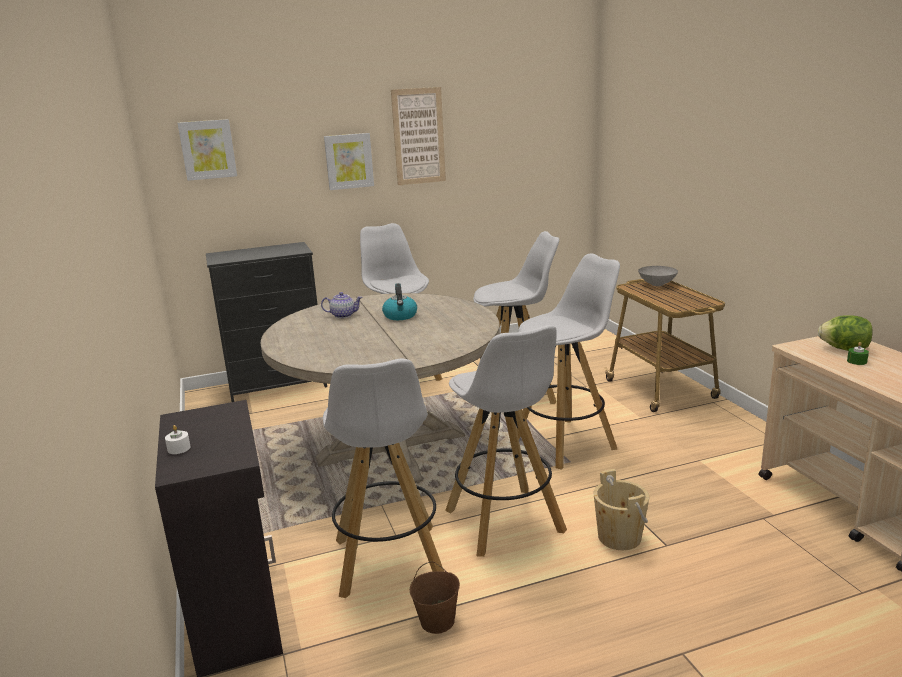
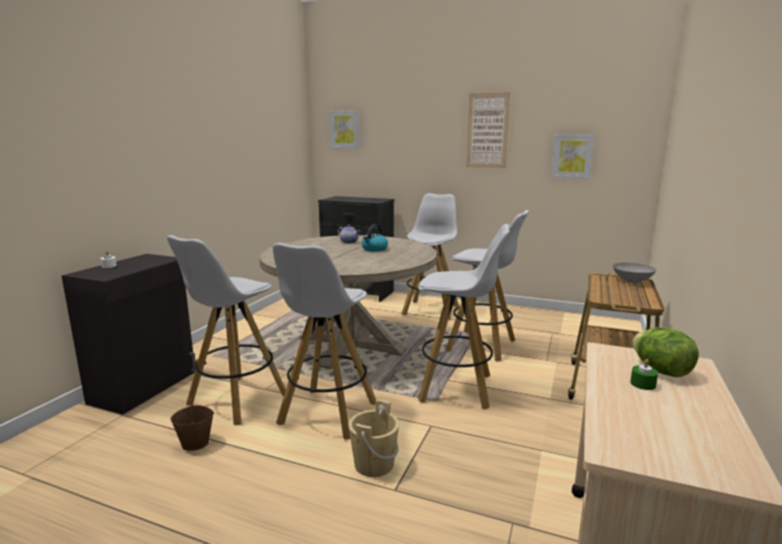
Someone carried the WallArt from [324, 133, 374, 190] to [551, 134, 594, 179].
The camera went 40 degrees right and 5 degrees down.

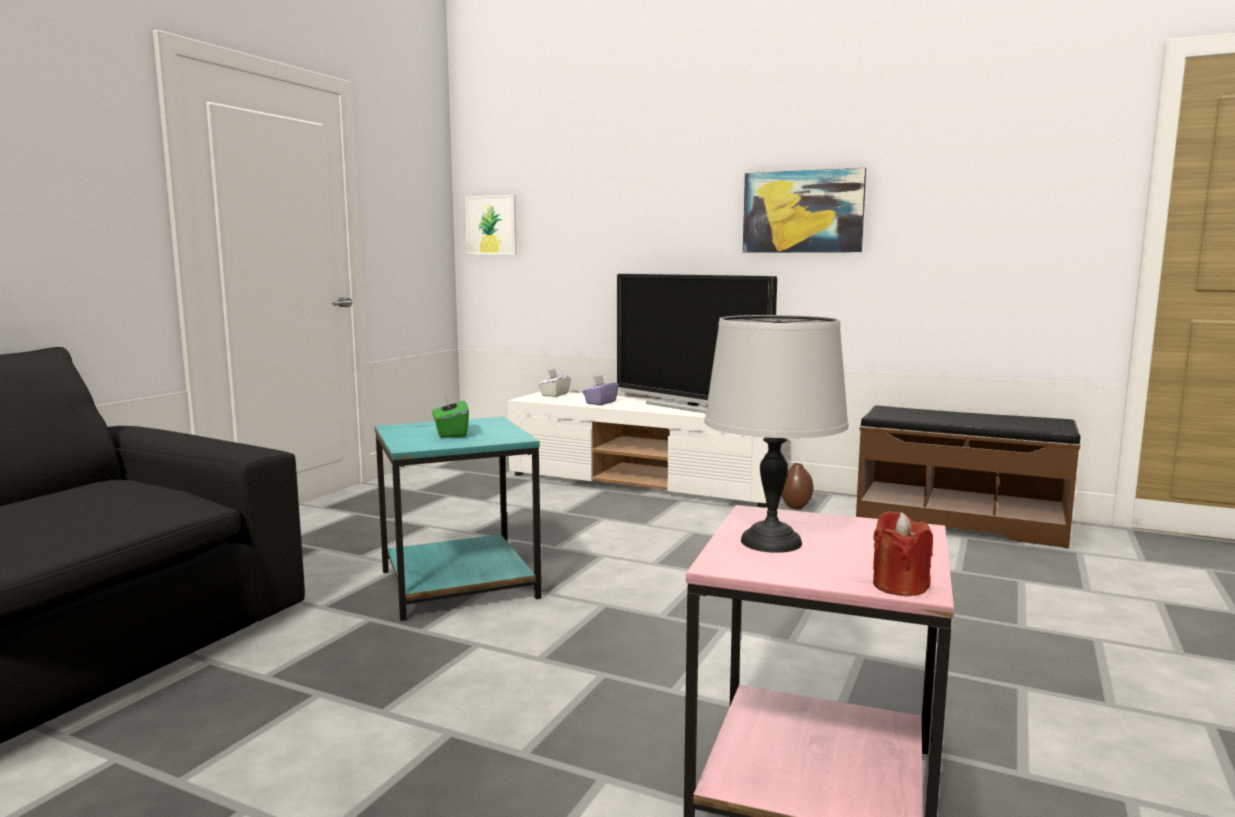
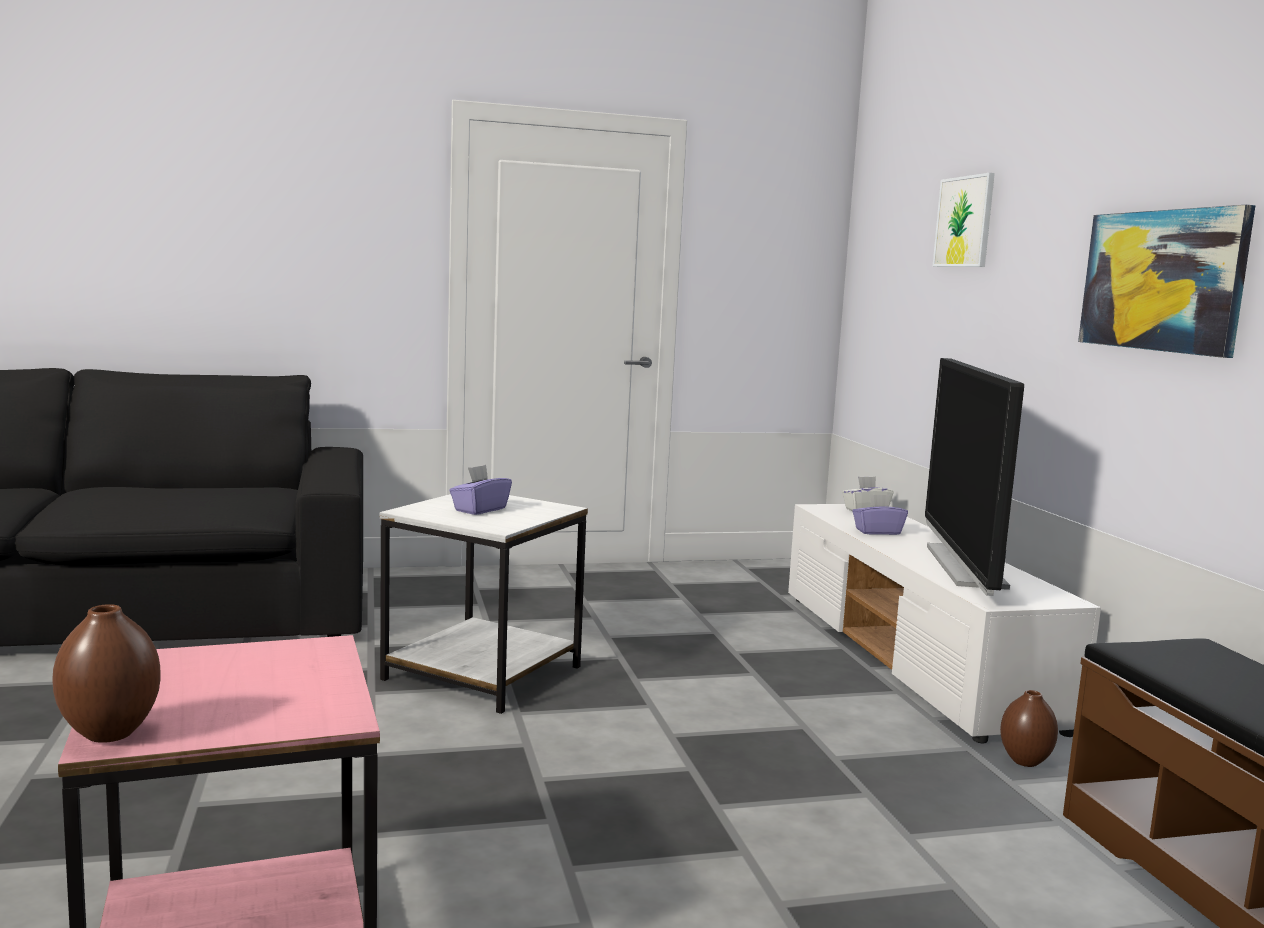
Someone carried the WallArt from [465, 195, 517, 255] to [932, 173, 995, 267].
Someone took away the GrayTableLamp at [704, 315, 849, 553].
Someone repainted the GreenishTissueHolder at [432, 393, 469, 438], which became the PurpleTissueHolder at [449, 465, 512, 515].
Someone repainted the BlueGreenSideTable at [375, 417, 541, 621], which became the WhitishSideTable at [380, 494, 588, 714].
Someone swapped the RedColouredWaxCandle at [873, 511, 933, 596] for the BrownColouredDecorativeVase at [52, 604, 161, 743].
The camera went 50 degrees right and 0 degrees up.

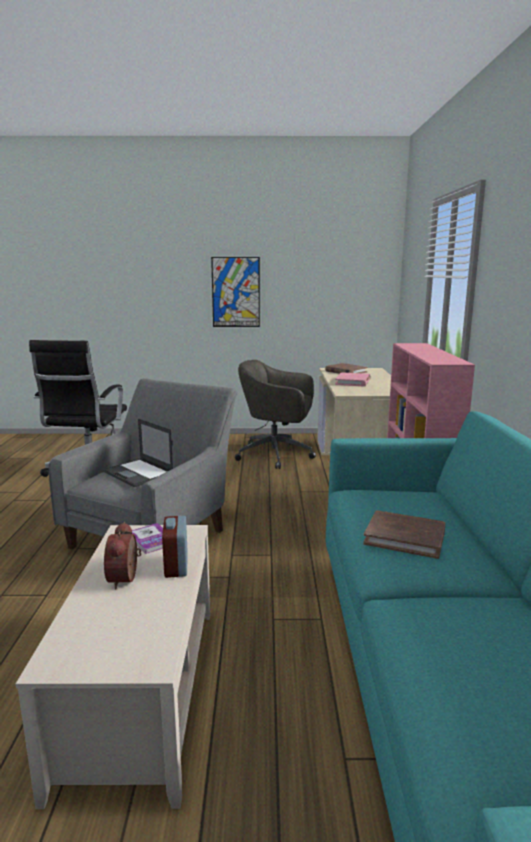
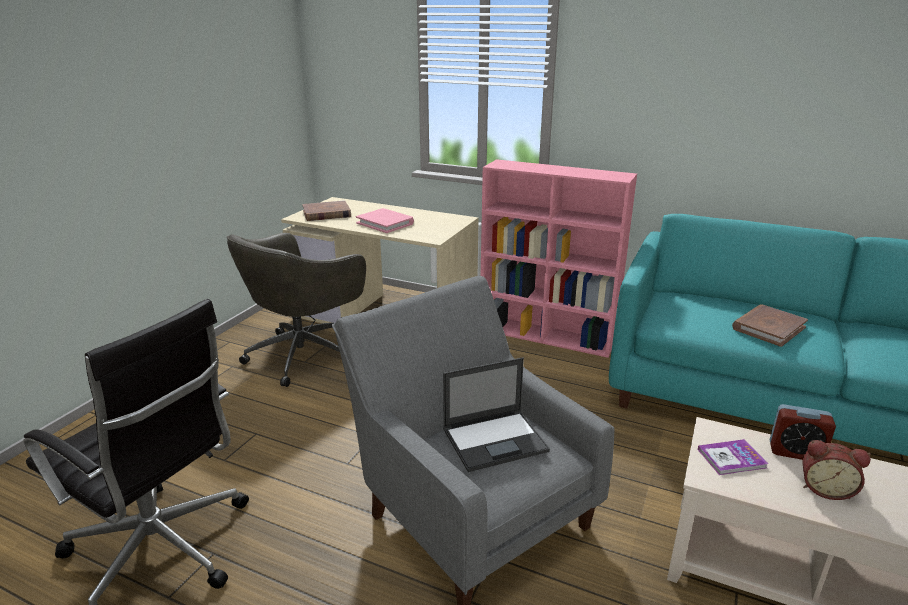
Someone took away the WallArt at [211, 257, 260, 327].
The camera went 65 degrees left and 10 degrees up.

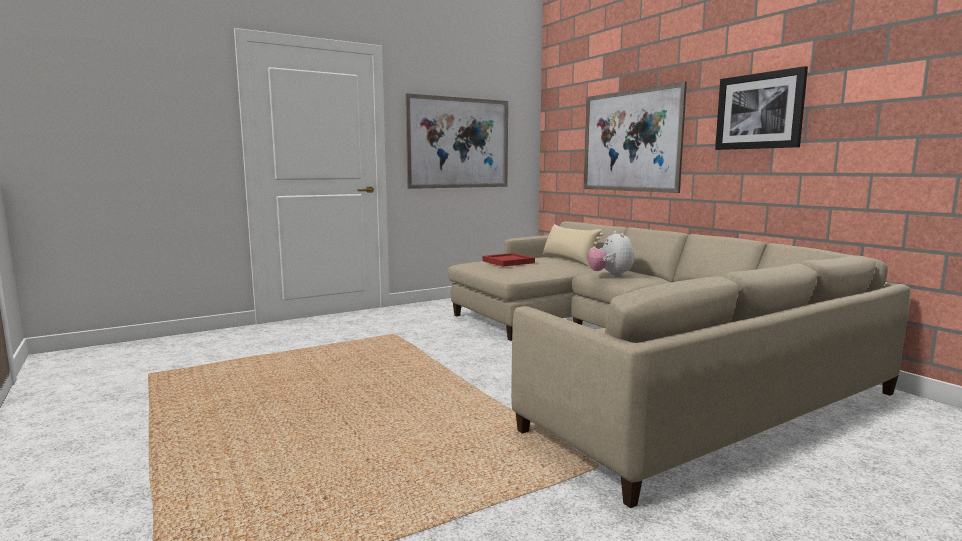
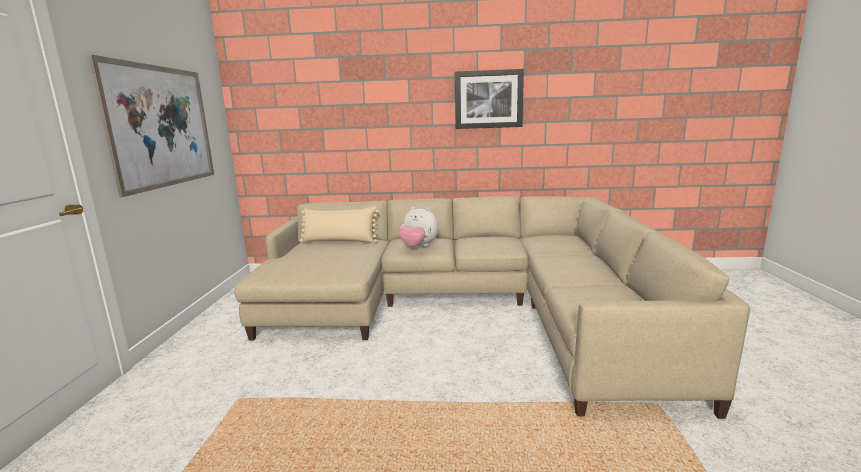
Someone took away the WallArt at [584, 82, 687, 193].
Someone took away the RedColouredTray at [482, 253, 535, 267].
The camera went 55 degrees left and 5 degrees up.

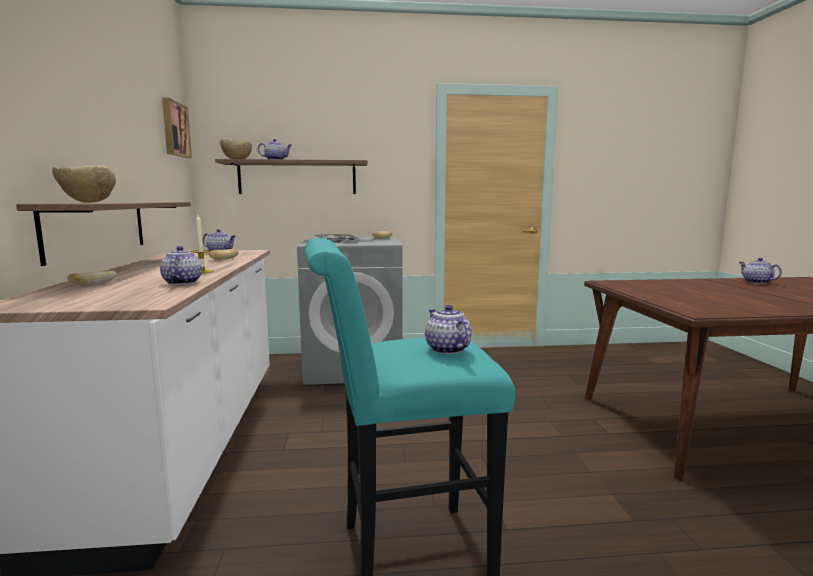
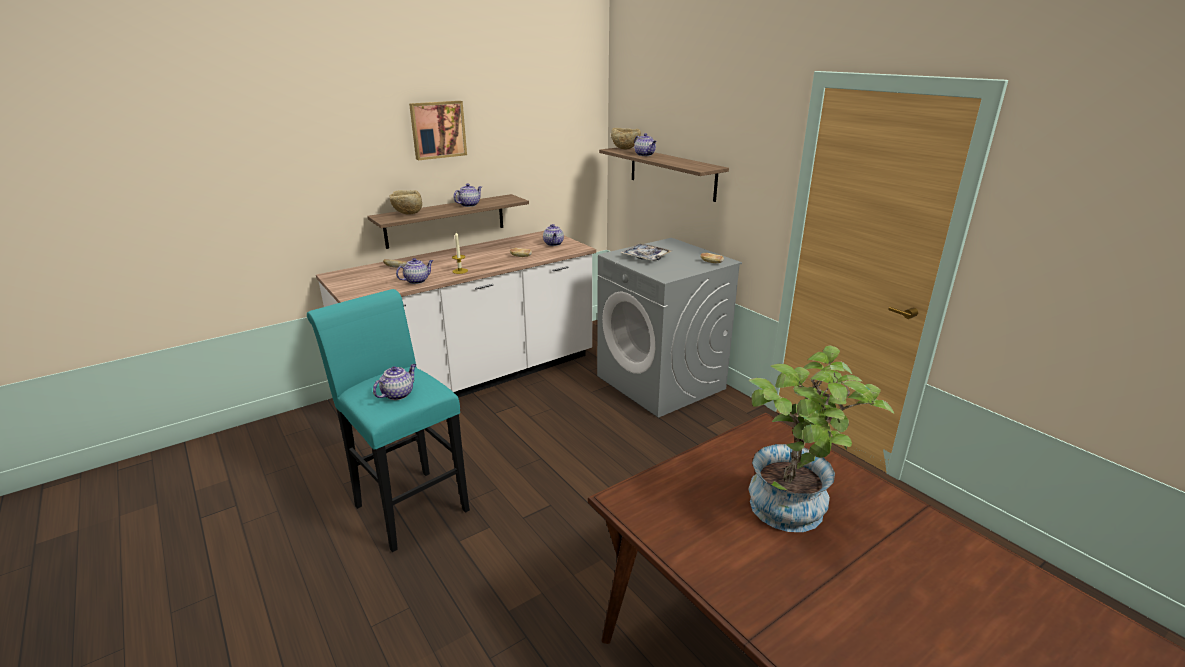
Someone carried the WallArt from [162, 97, 192, 158] to [409, 101, 467, 160].
Someone carried the Teapot from [739, 258, 782, 284] to [454, 184, 482, 207].
Someone put down the Houseplant at [749, 345, 894, 532].
The camera went 60 degrees right and 15 degrees up.

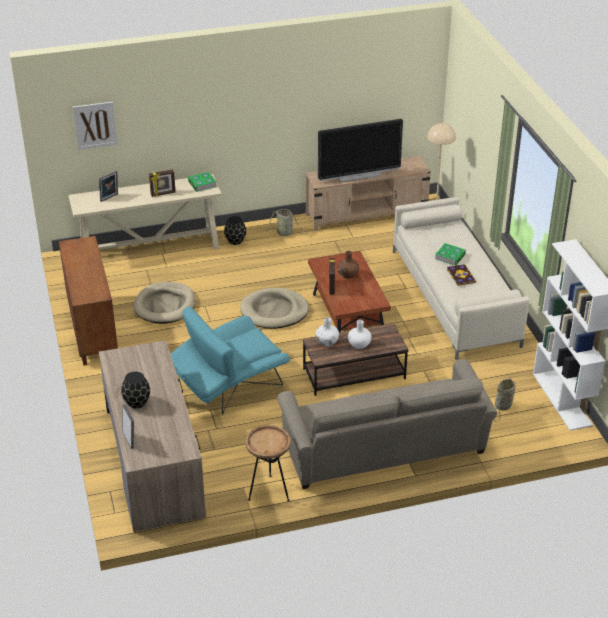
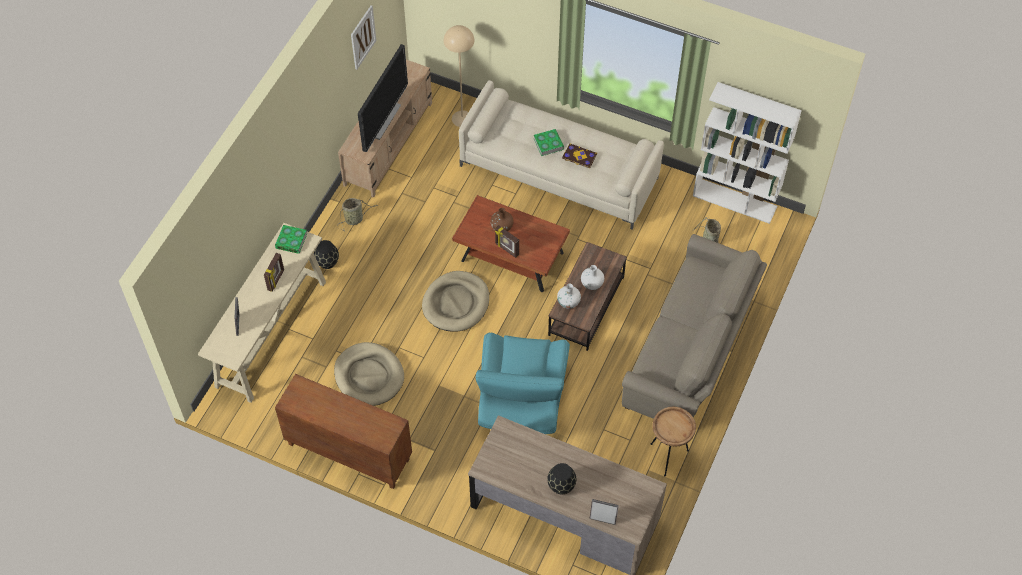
Someone carried the WallArt from [73, 102, 117, 150] to [351, 5, 376, 70].
The camera went 50 degrees left and 20 degrees up.

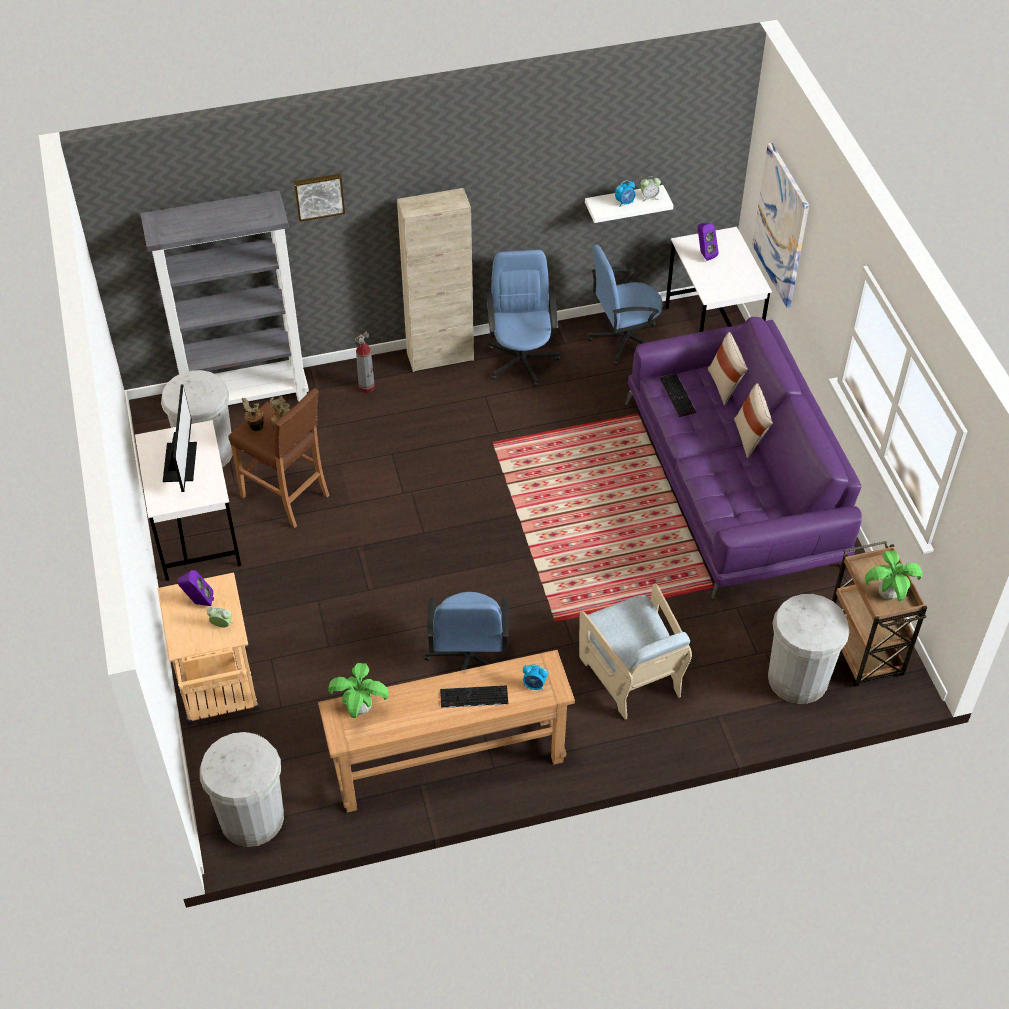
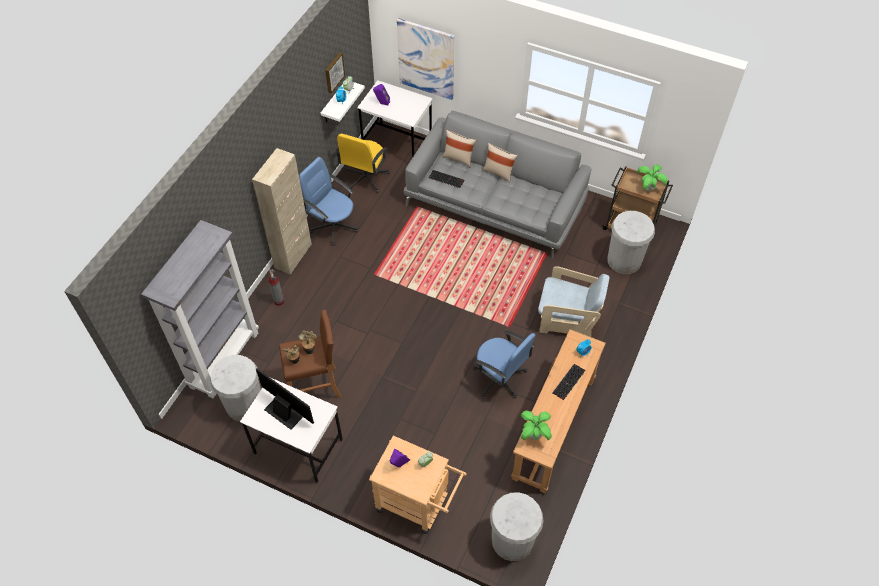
Someone carried the WallArt from [294, 174, 345, 222] to [325, 52, 345, 93].
Someone repainted the BlueColouredDeskChair at [587, 244, 663, 366], which became the YellowishDeskChair at [336, 134, 390, 193].
Someone repainted the PurpleSettee at [625, 317, 862, 599], which became the GraySettee at [404, 111, 592, 258].
The camera went 50 degrees left and 5 degrees up.

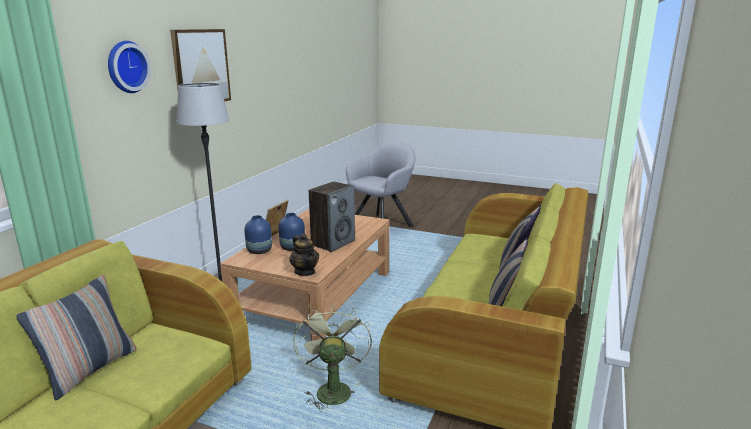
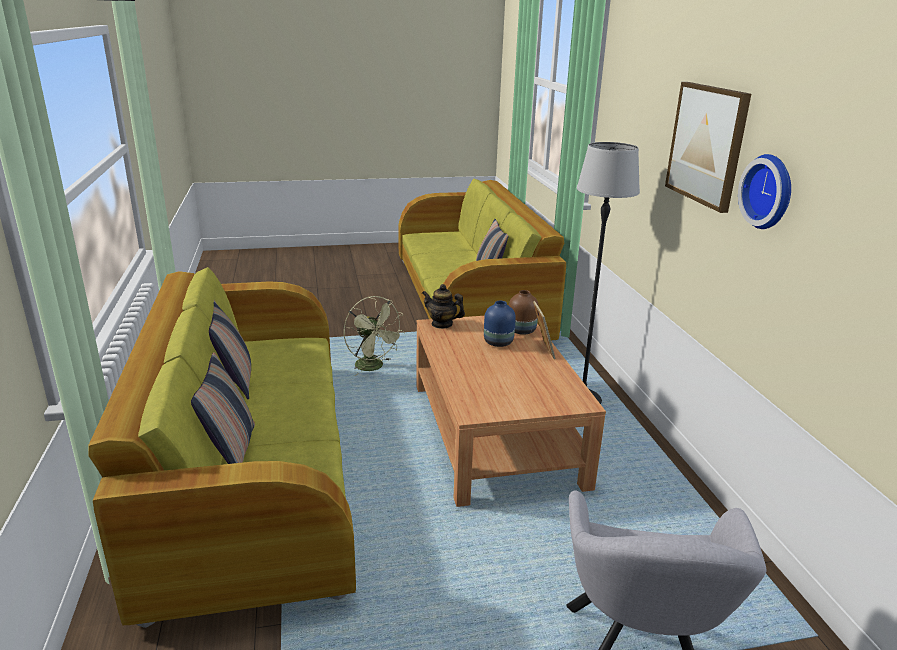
Someone carried the WallClock from [108, 41, 151, 93] to [738, 154, 791, 229].
Someone took away the Loudspeaker at [309, 181, 355, 252].
Someone repainted the BlueColouredDecorativeVase at [244, 215, 272, 254], which became the BrownColouredDecorativeVase at [509, 290, 539, 335].
The camera went 145 degrees right and 5 degrees up.

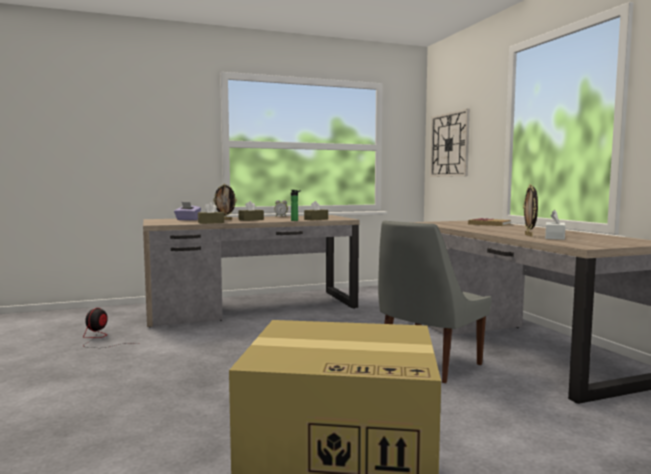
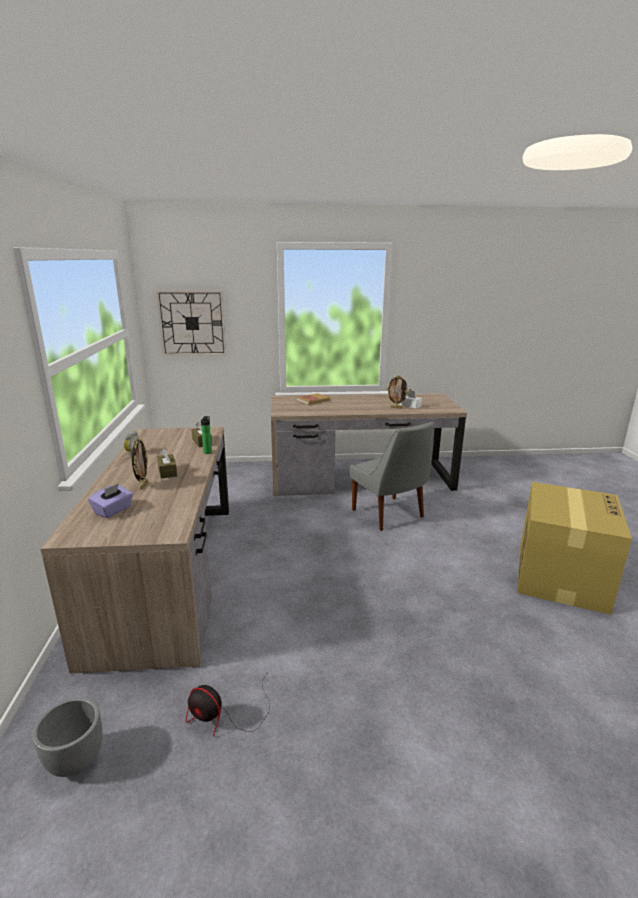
Someone took away the BrownColouredTissueHolder at [198, 202, 224, 224].
Someone put down the GrayPlanter at [32, 698, 102, 777].
The camera went 75 degrees left and 15 degrees up.

